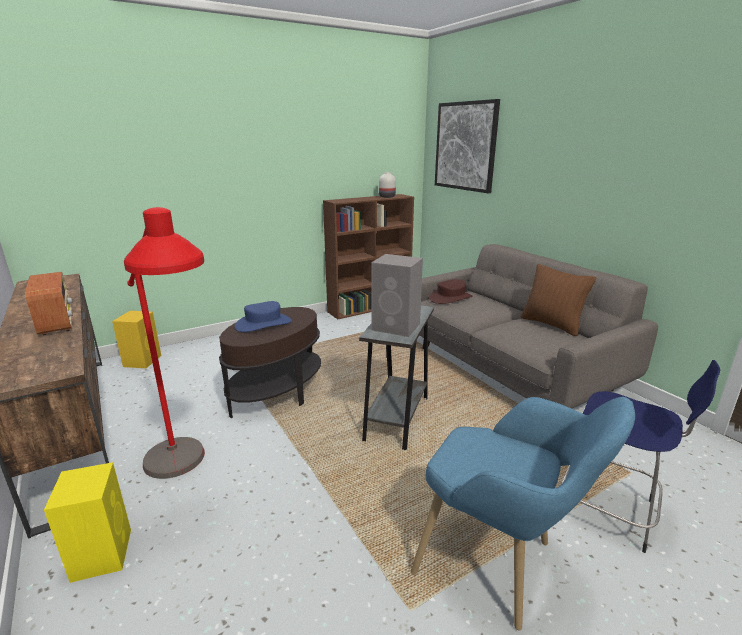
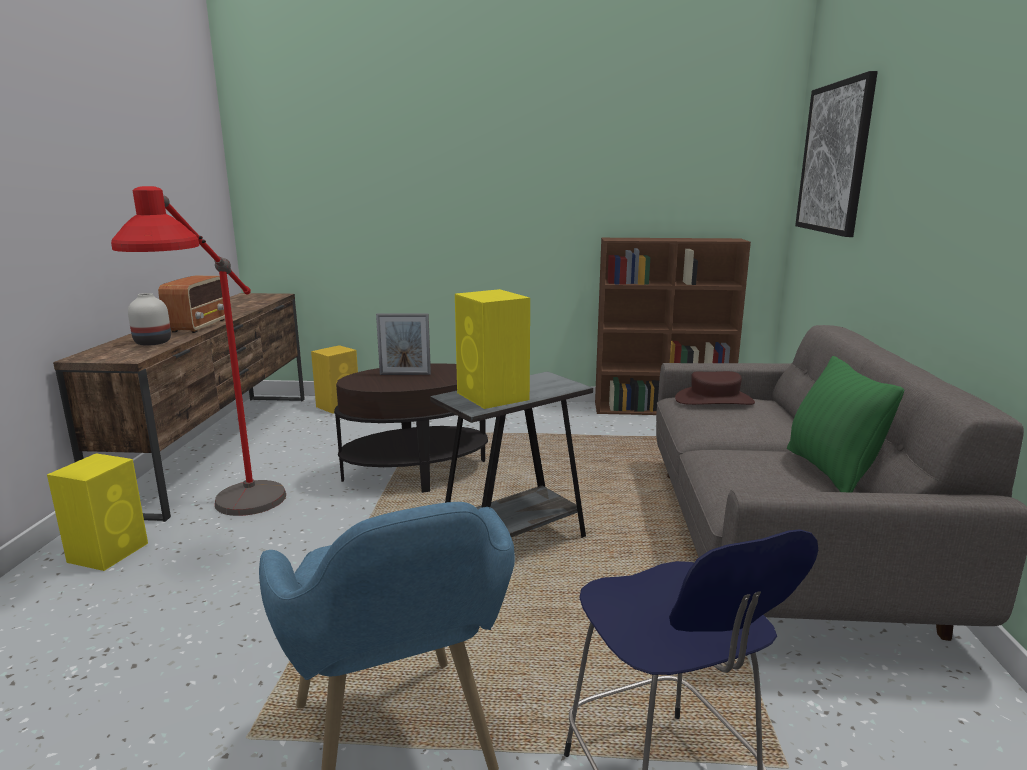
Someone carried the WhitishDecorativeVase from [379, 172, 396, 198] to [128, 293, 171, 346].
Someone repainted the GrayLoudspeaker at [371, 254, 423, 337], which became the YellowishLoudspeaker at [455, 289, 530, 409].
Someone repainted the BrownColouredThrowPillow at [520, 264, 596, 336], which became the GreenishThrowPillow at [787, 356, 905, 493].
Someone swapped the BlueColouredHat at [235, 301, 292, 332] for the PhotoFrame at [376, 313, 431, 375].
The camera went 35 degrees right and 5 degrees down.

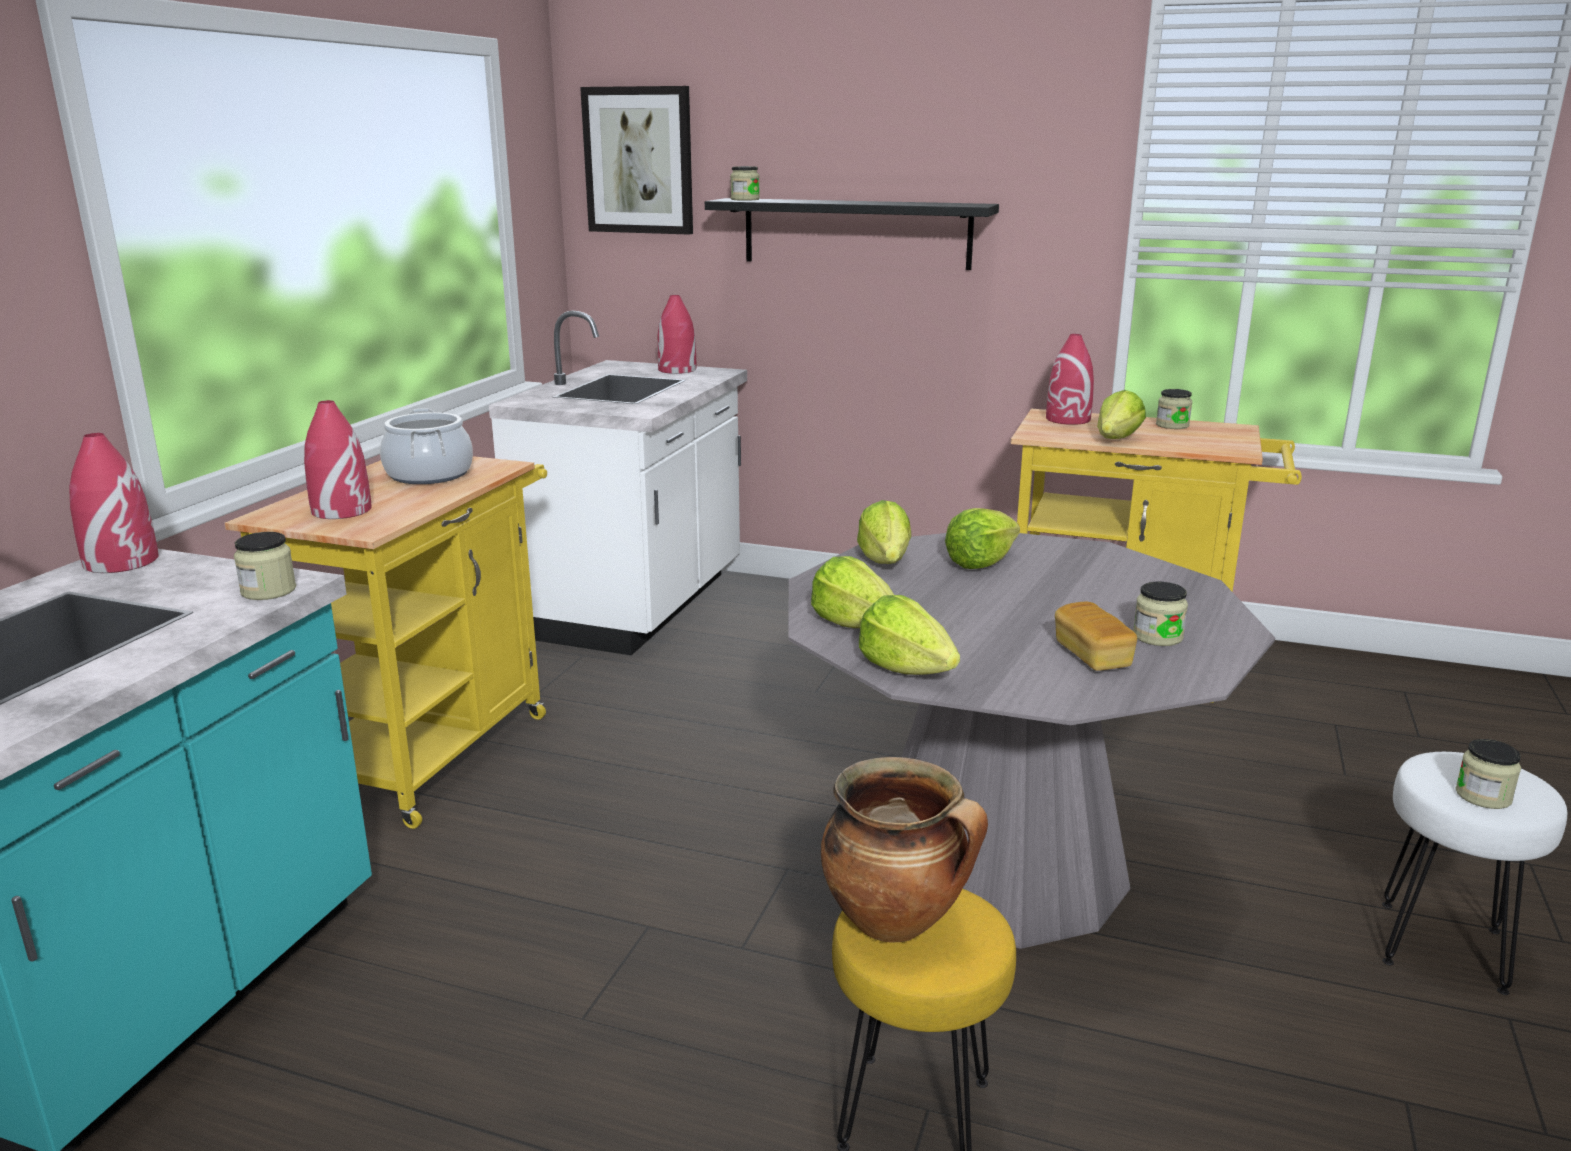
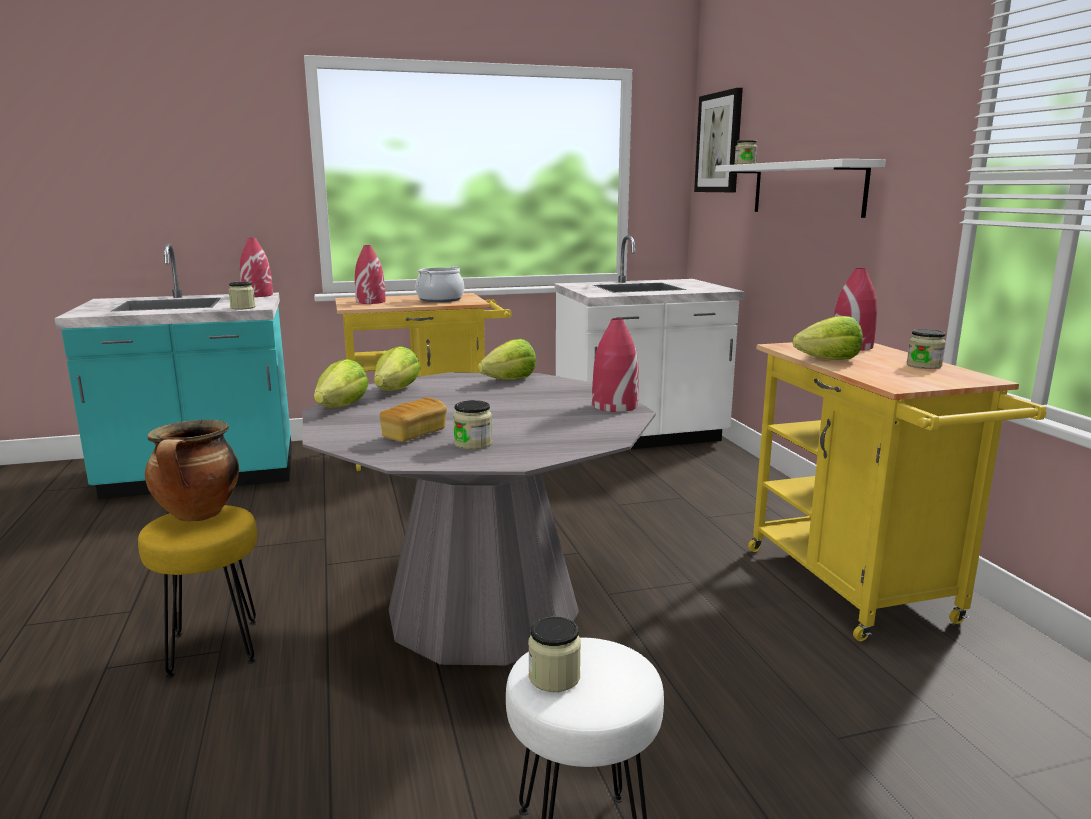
Someone repainted the BlackColouredShelf at [705, 198, 999, 270], which became the WhitishShelf at [715, 159, 886, 218].
Someone carried the RedColouredDecorativeVase from [657, 295, 696, 374] to [592, 318, 639, 412].
Someone took away the Lettuce at [945, 508, 1020, 569].
The camera went 55 degrees right and 5 degrees down.

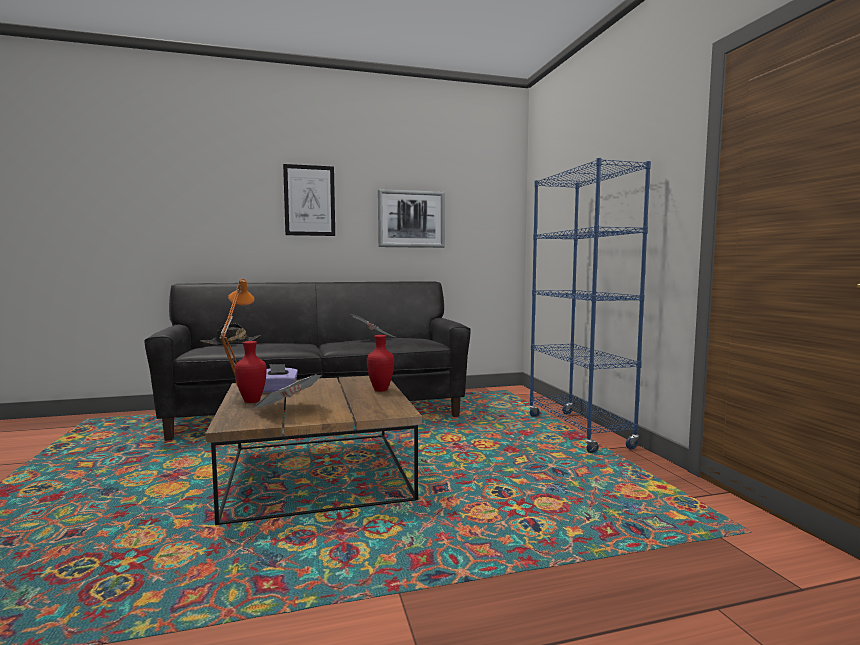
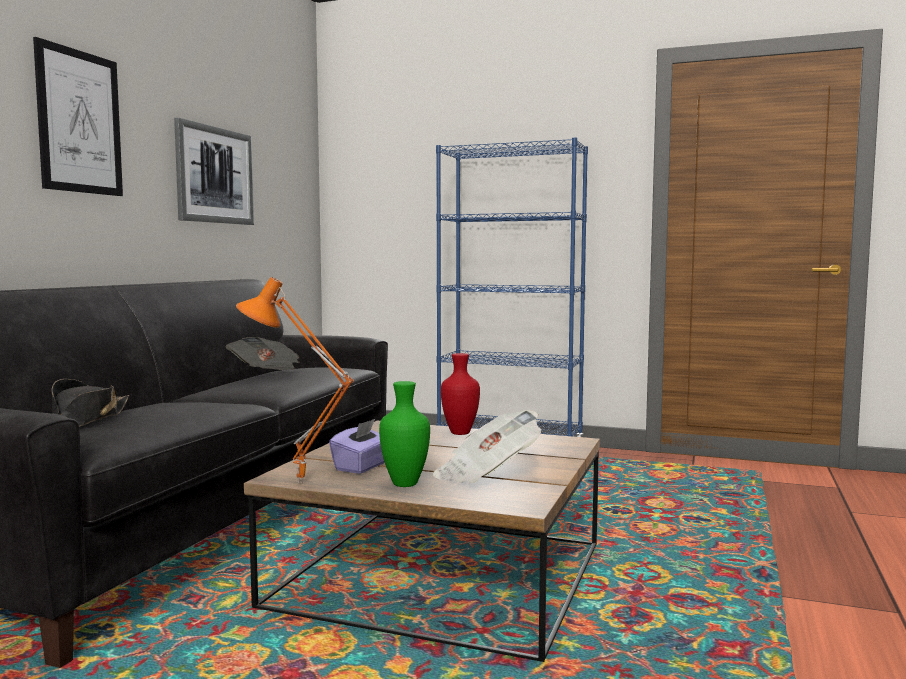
Someone repainted the RedColouredDecorativeVase at [235, 341, 267, 403], which became the GreenishDecorativeVase at [379, 381, 430, 487].
The camera went 55 degrees left and 0 degrees up.

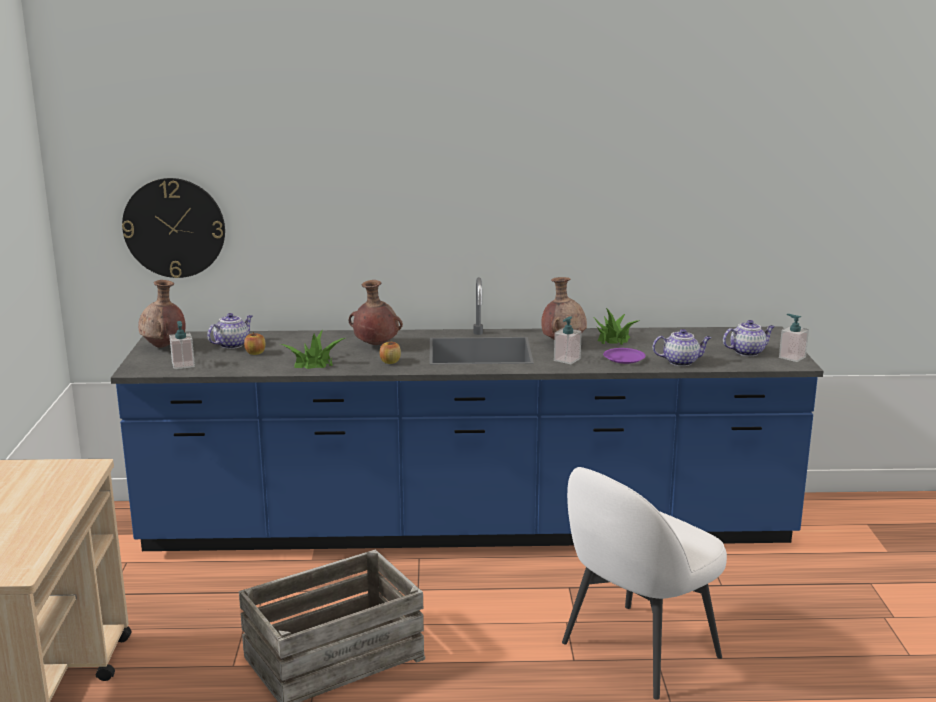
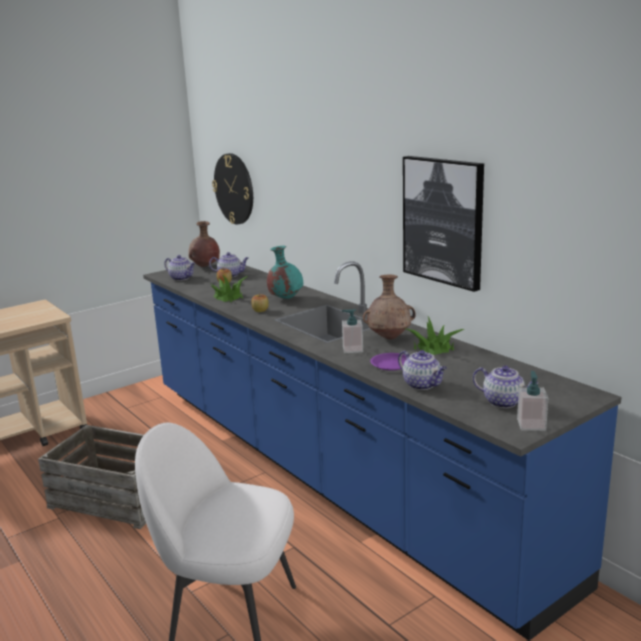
Someone repainted the BrownColouredDecorativeVase at [349, 280, 403, 345], which became the BlueGreenDecorativeVase at [267, 246, 303, 299].
Someone swapped the SoapDispenser at [169, 321, 195, 369] for the Teapot at [164, 255, 195, 281].
Someone put up the WallArt at [403, 156, 484, 292].
The camera went 55 degrees right and 0 degrees up.

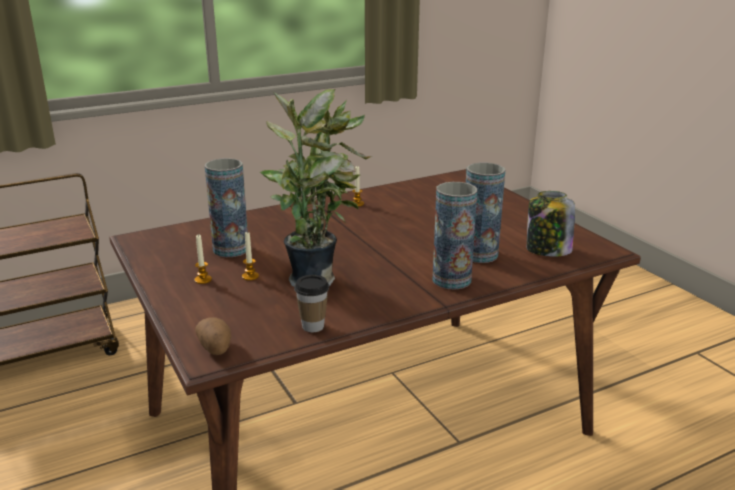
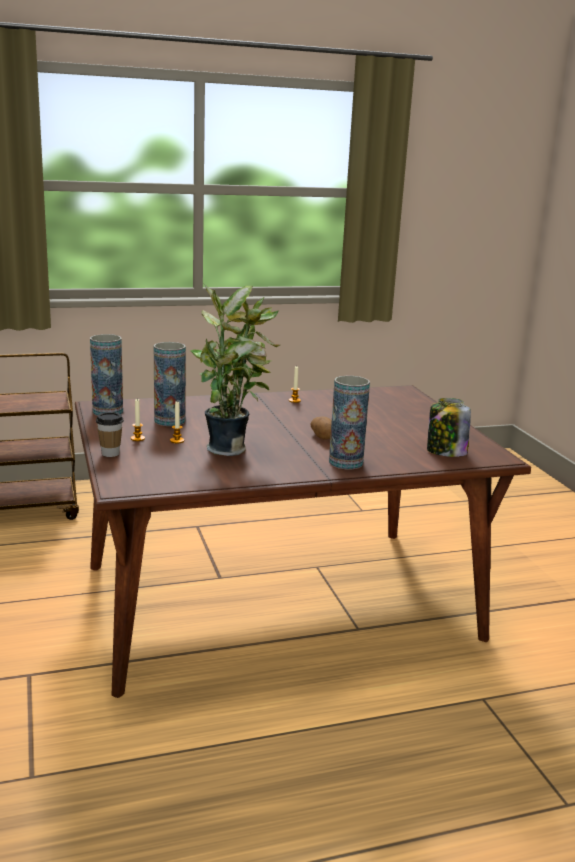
Someone carried the DecorativeVase from [466, 162, 505, 263] to [90, 334, 123, 416].
Someone carried the Cup from [294, 275, 329, 333] to [96, 412, 124, 457].
Someone carried the WholePotato from [195, 317, 231, 355] to [310, 416, 332, 440].
The camera went 10 degrees right and 5 degrees down.

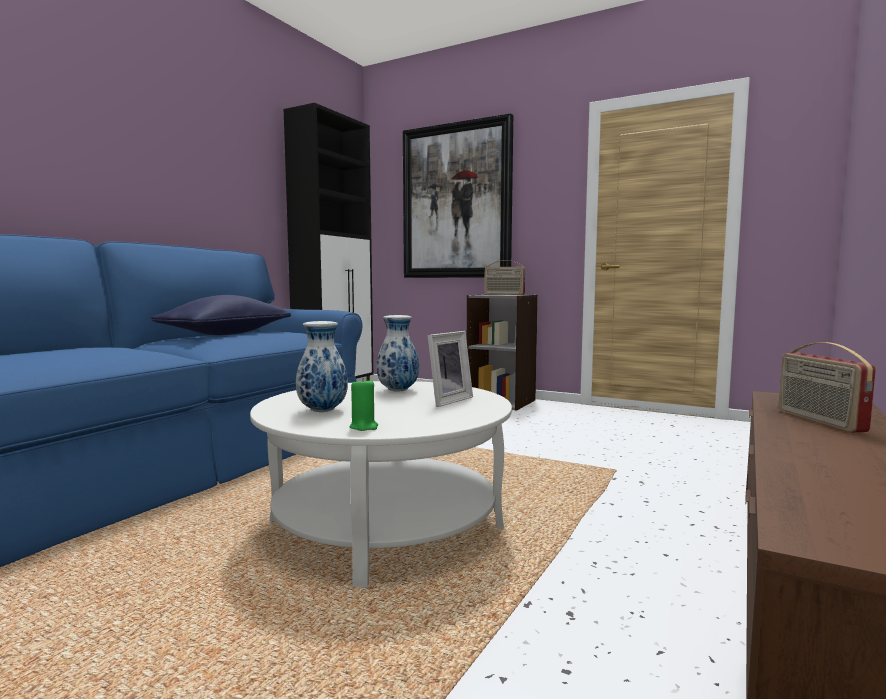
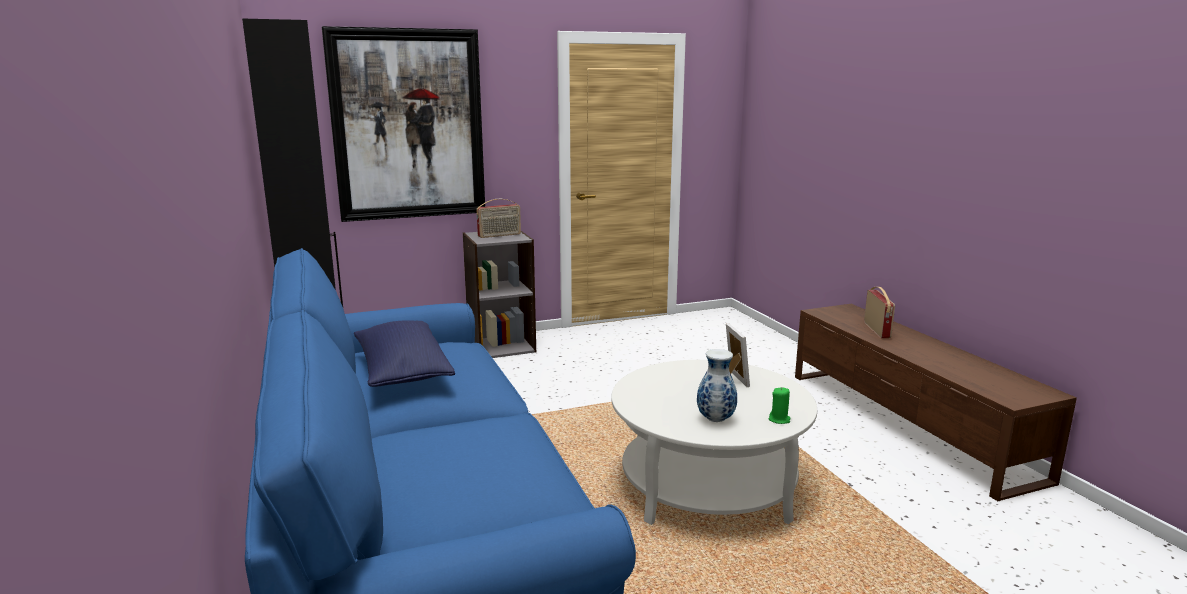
Someone took away the DecorativeVase at [377, 315, 419, 392].
Someone rotated the Radio at [779, 342, 876, 433] by 120 degrees counterclockwise.
The camera went 50 degrees left and 10 degrees up.

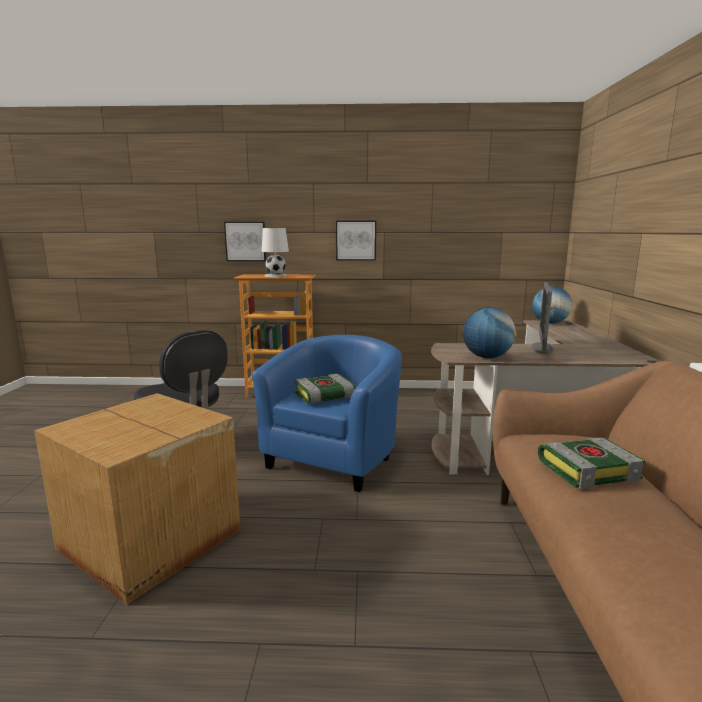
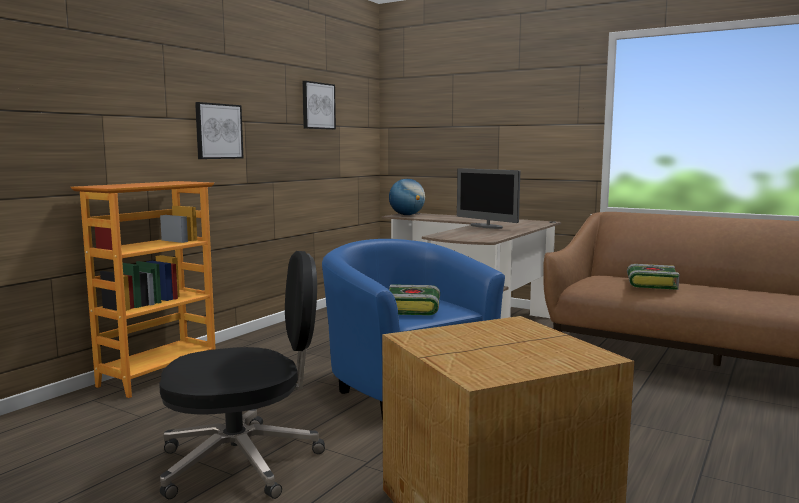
Someone carried the WallArt from [224, 222, 266, 261] to [302, 81, 336, 130].
Someone took away the WhitishTableLamp at [261, 228, 289, 277].
Someone took away the WorldGlobe at [463, 307, 517, 358].
The camera went 60 degrees left and 5 degrees down.

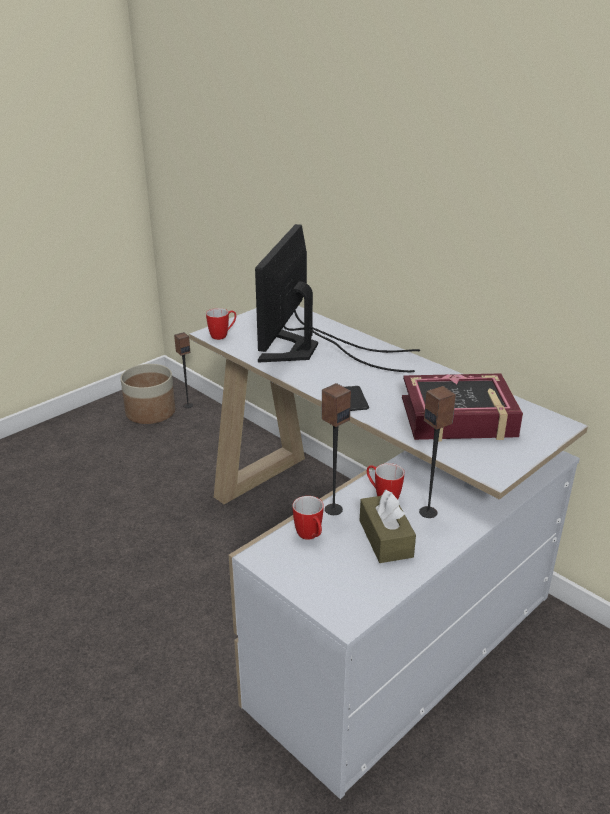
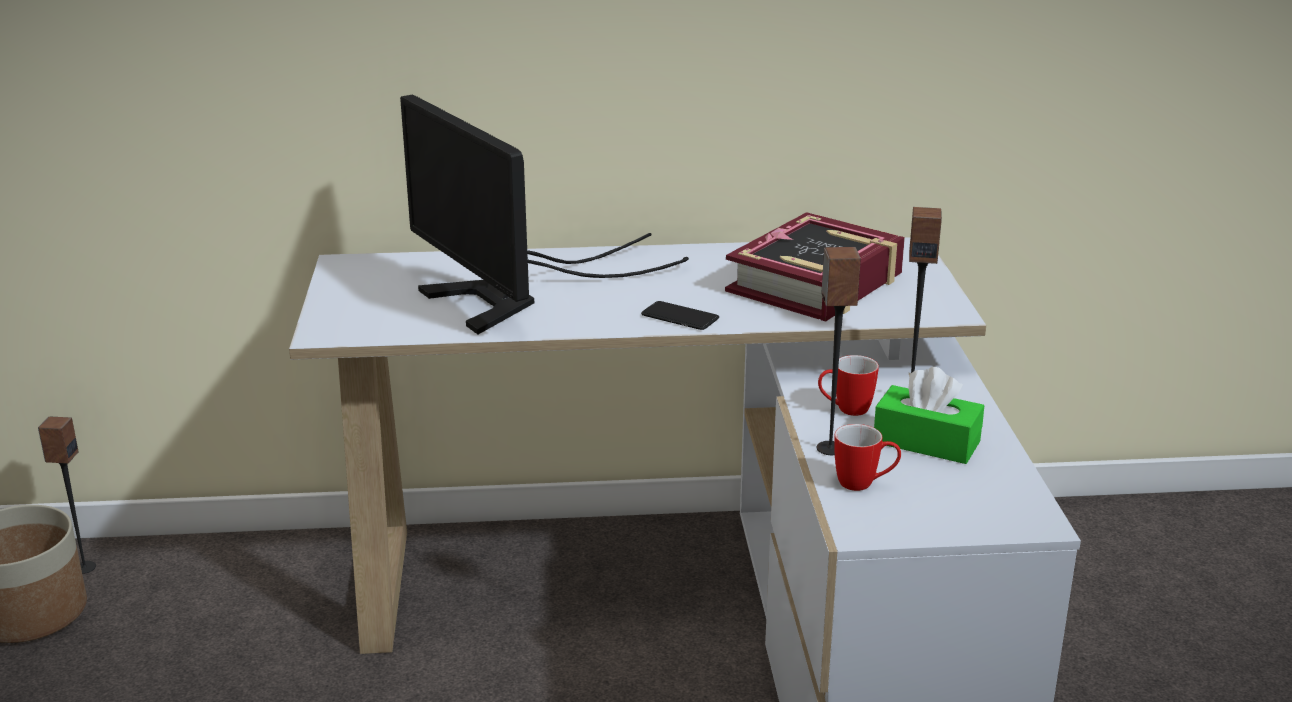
Someone took away the CoffeeMug at [206, 308, 236, 340].
Someone repainted the BrownColouredTissueHolder at [360, 489, 416, 563], which became the GreenishTissueHolder at [874, 367, 984, 464].
The camera went 50 degrees left and 5 degrees down.

